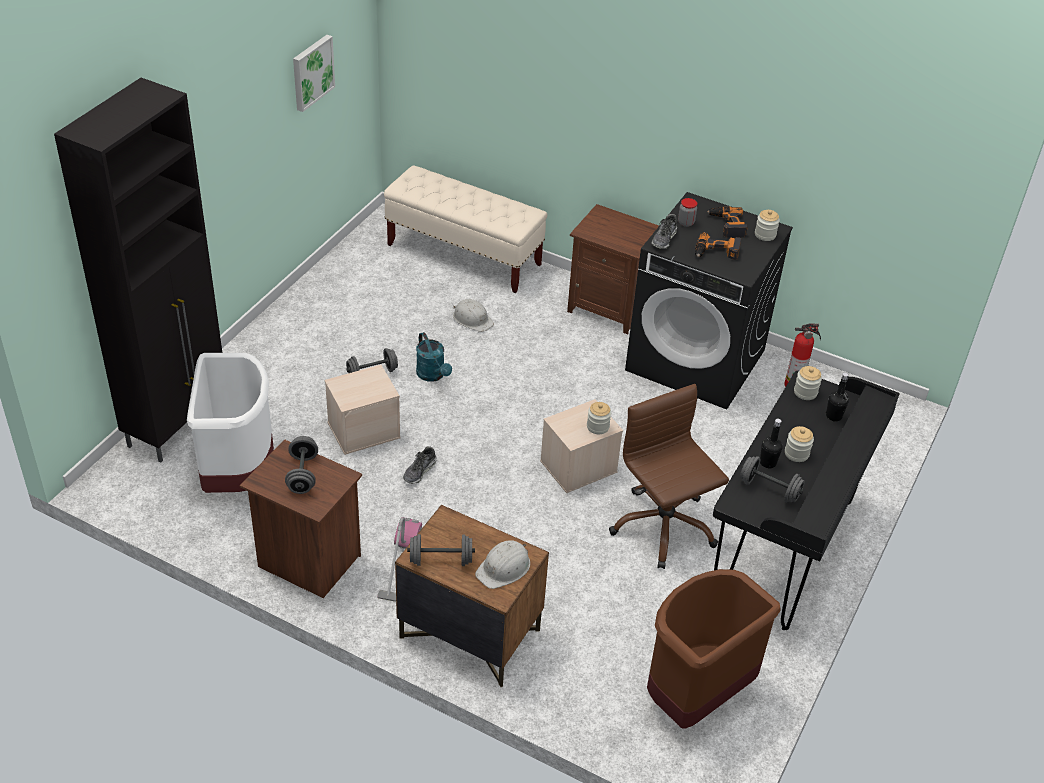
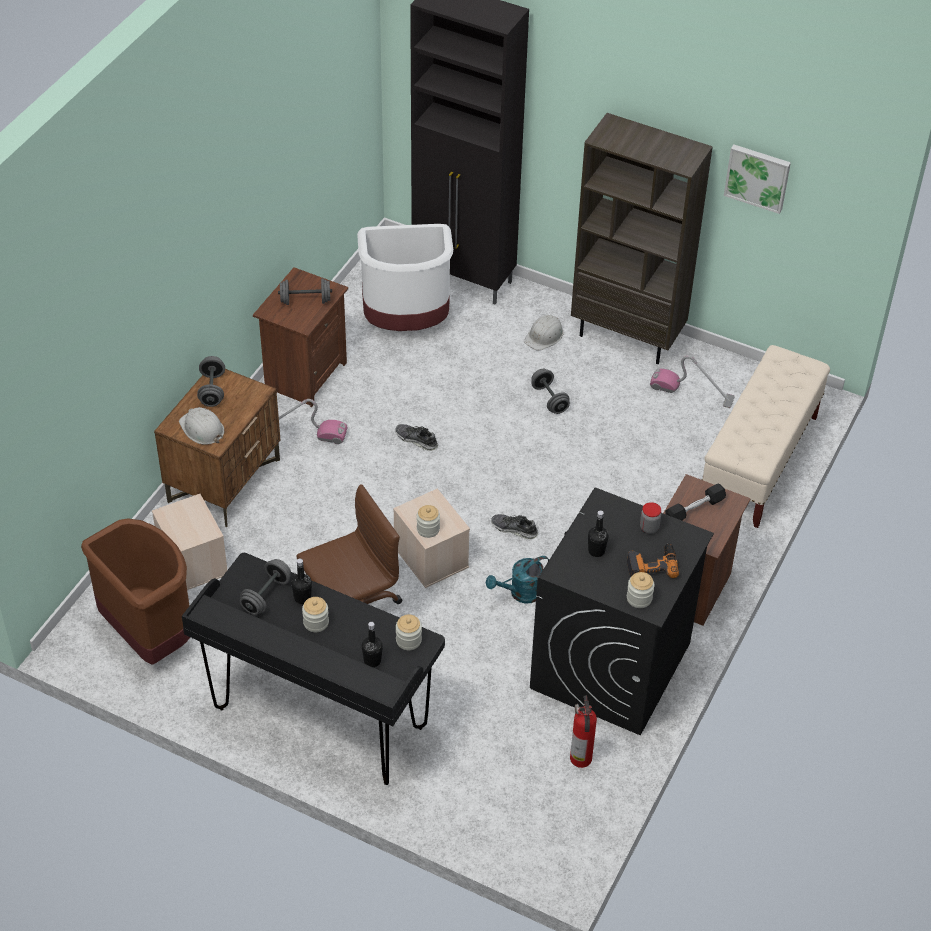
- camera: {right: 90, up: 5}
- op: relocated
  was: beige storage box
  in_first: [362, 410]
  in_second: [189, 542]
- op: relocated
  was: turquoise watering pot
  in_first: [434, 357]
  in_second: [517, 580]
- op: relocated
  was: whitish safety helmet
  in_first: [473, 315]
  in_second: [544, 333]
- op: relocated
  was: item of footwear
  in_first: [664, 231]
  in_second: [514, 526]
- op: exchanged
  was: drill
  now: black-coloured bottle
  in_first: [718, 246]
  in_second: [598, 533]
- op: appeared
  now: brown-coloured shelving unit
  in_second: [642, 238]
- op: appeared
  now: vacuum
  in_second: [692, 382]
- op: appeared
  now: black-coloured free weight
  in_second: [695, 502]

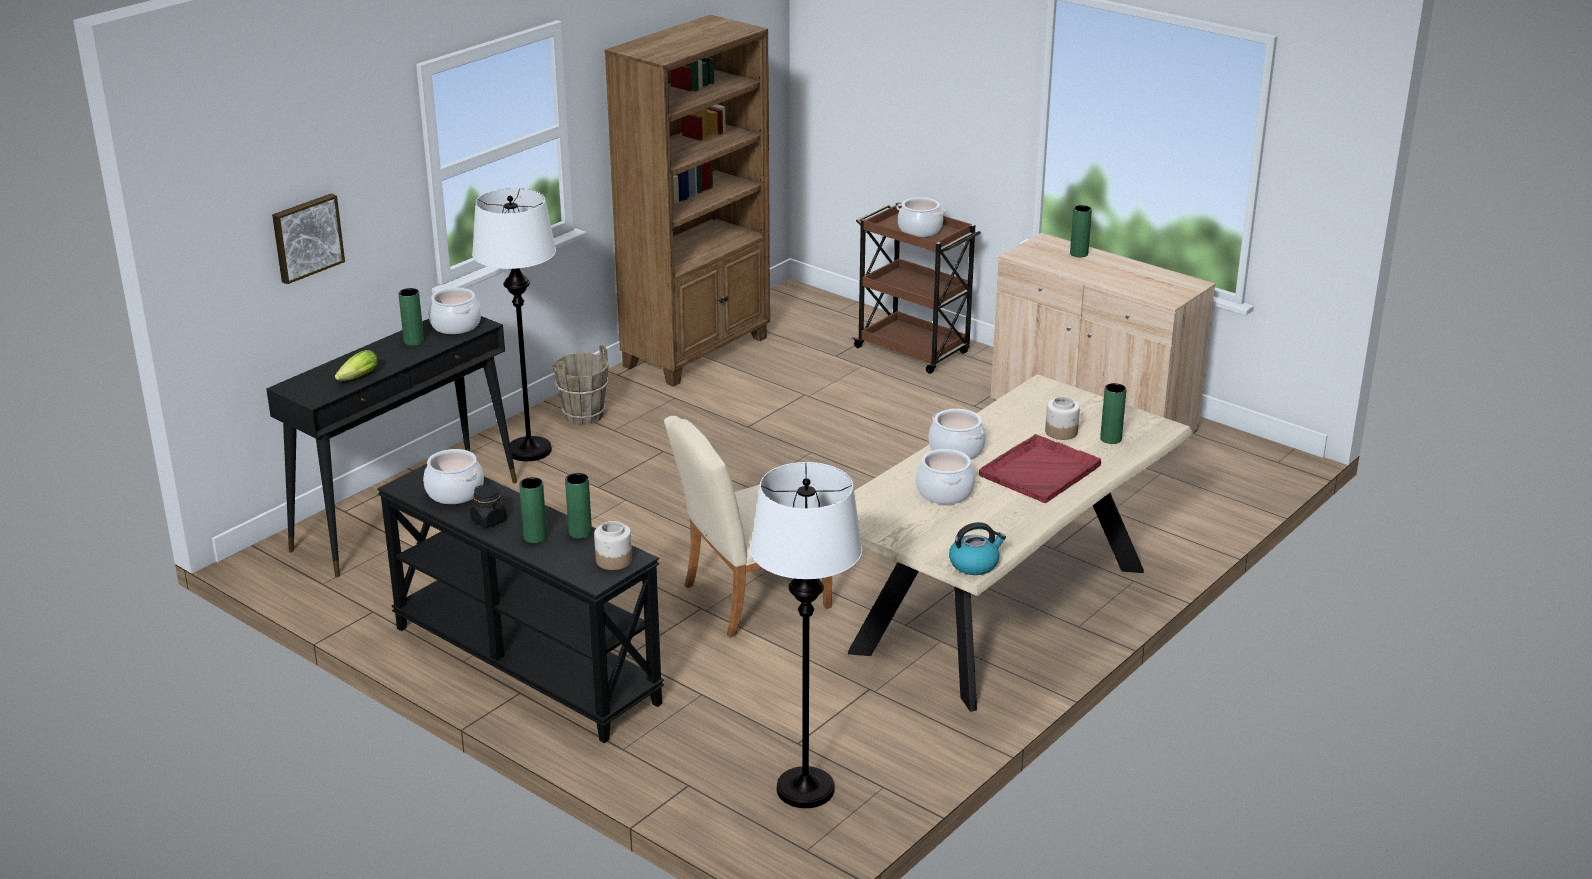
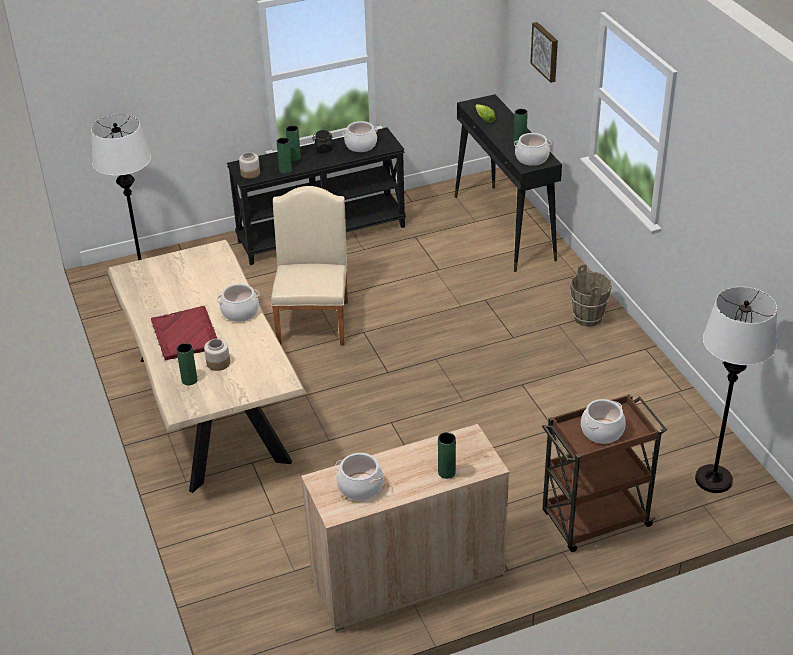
- camera: {right: 120, up: 10}
- op: relocated
  was: whitish floor lamp
  in_first: [514, 324]
  in_second: [736, 390]
- op: missing
  was: brown-coloured shelving unit
  in_first: [687, 201]
- op: relocated
  was: cooking pot
  in_first: [945, 477]
  in_second: [359, 477]
- op: missing
  was: water kettle
  in_first: [977, 548]

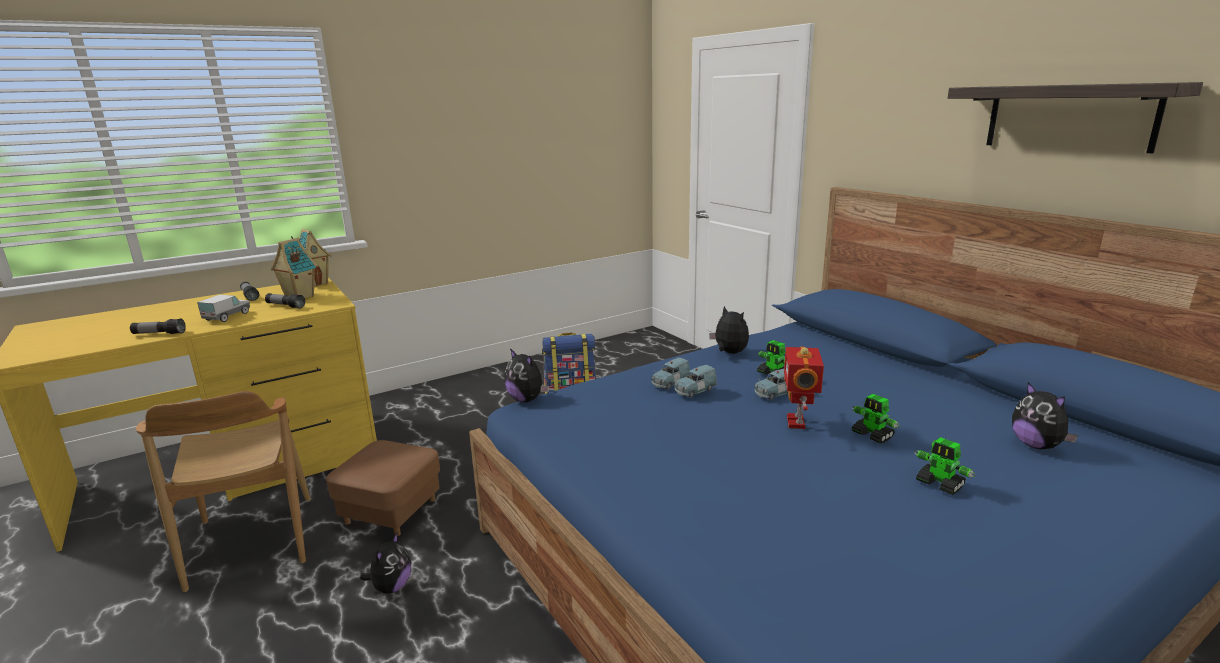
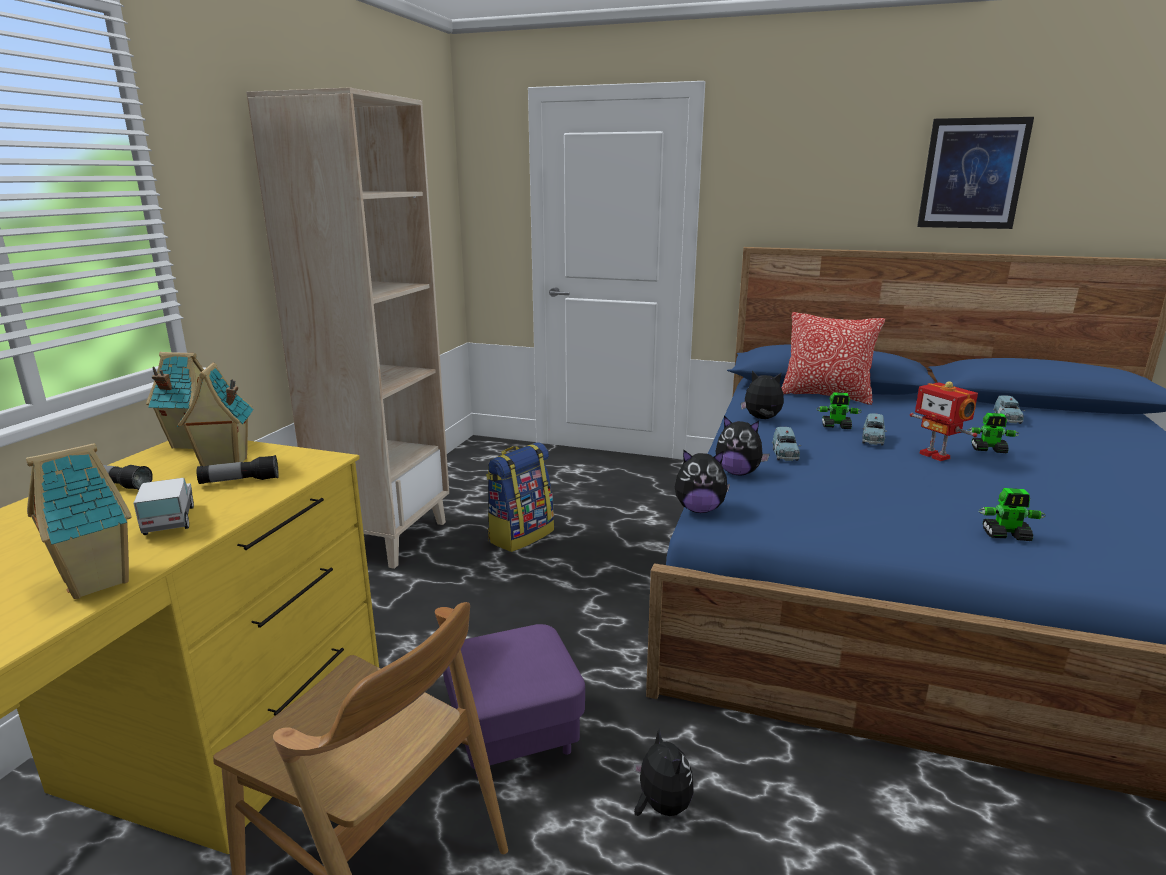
- camera: {right: -40, up: 0}
- op: exchanged
  was: torch
  now: miniature house
  in_first: [158, 326]
  in_second: [79, 521]
- op: colour
  was: brown-coloured pouffe
  now: purplish pouffe
  in_first: [383, 488]
  in_second: [514, 701]
- op: relocated
  was: blue miniature car
  in_first: [696, 381]
  in_second: [1009, 409]
- op: relocated
  was: robot figure
  in_first: [945, 466]
  in_second: [1012, 514]
- op: exchanged
  was: bracket shelf
  now: picture
  in_first: [1075, 117]
  in_second: [975, 173]
- op: relocated
  was: cuddly toy
  in_first: [1045, 415]
  in_second: [743, 445]
- op: appeared
  now: beige shelving unit
  in_second: [347, 328]
- op: appeared
  now: pillow
  in_second: [833, 358]

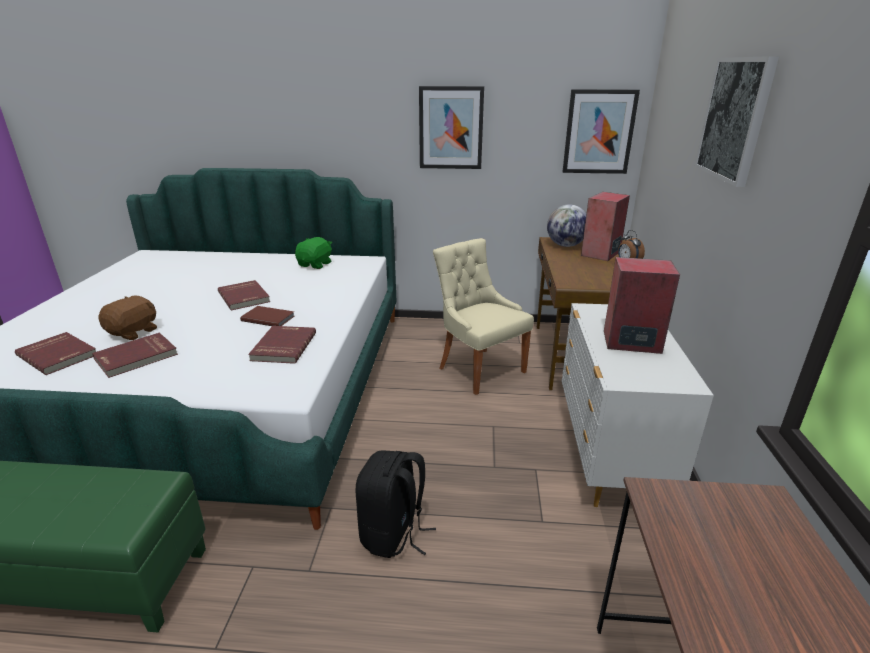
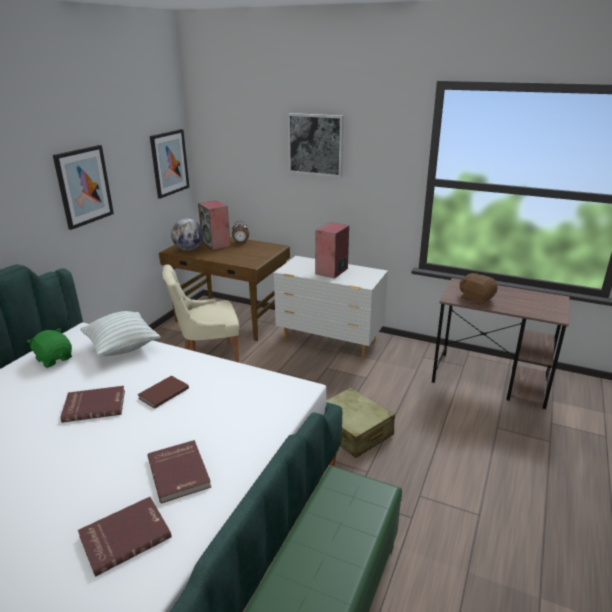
- camera: {right: -70, up: 0}
- op: relocated
  was: brown-coloured cuddly toy
  in_first: [127, 318]
  in_second: [478, 288]
- op: missing
  was: red-coloured bound book
  in_first: [282, 345]
- op: exchanged
  was: black-coloured knapsack
  now: beige travel case
  in_first: [396, 504]
  in_second: [360, 422]
- op: appeared
  now: pillow
  in_second: [120, 333]

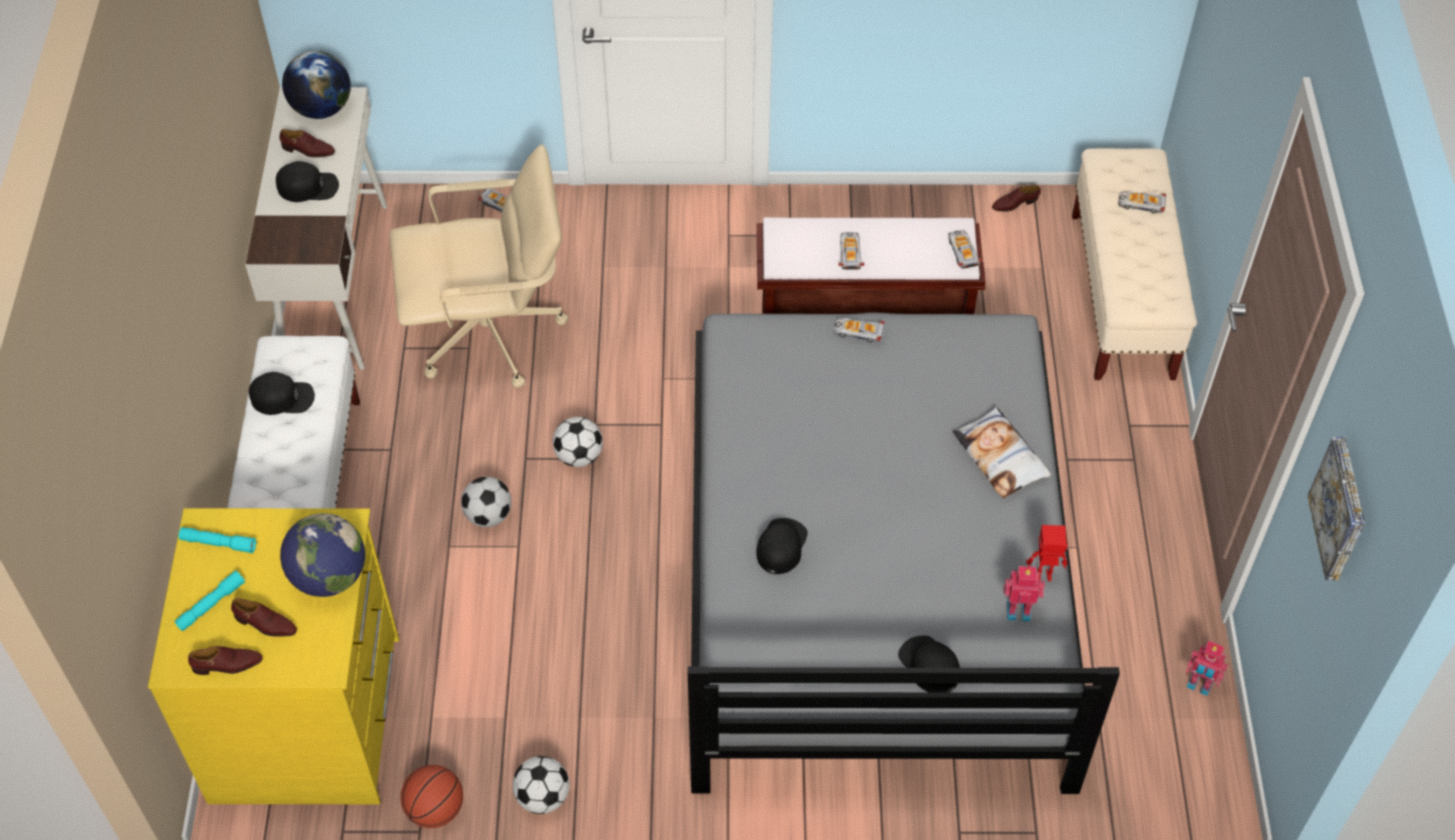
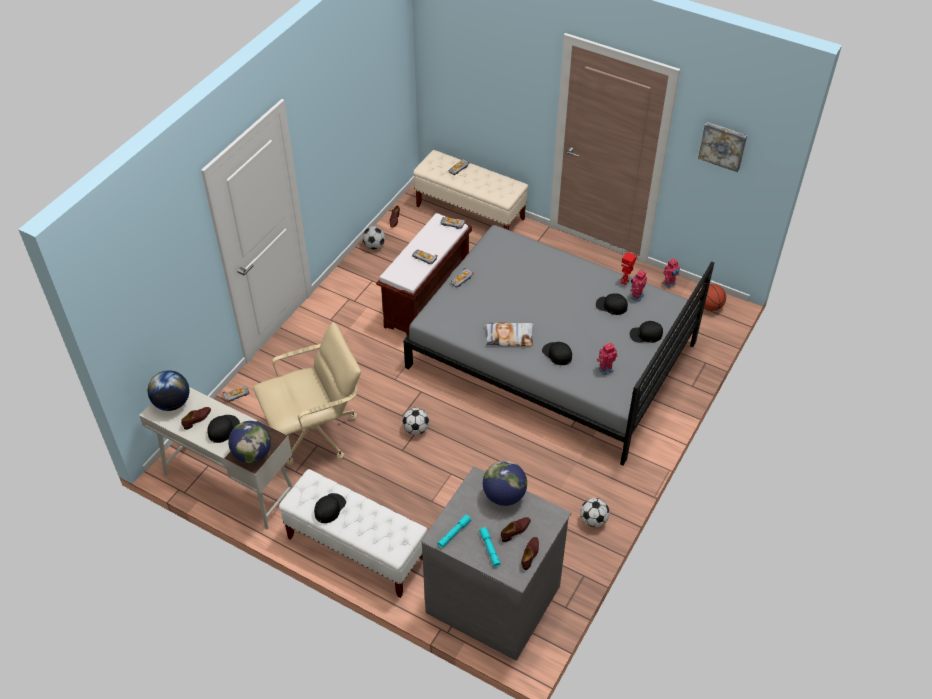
- camera: {right: -60, up: -5}
- op: colour
  was: yellowish chest of drawers
  now: gray chest of drawers
  in_first: [273, 656]
  in_second: [496, 563]
- op: spun
  was: beige office chair
  in_first: [479, 266]
  in_second: [307, 393]
  clockwise: 45
- op: relocated
  was: ball for basketball
  in_first: [431, 796]
  in_second: [712, 297]
- op: relocated
  was: ball for football
  in_first: [486, 502]
  in_second: [373, 237]
- op: relocated
  was: pillow
  in_first: [1002, 452]
  in_second: [510, 334]
- op: appeared
  now: world globe
  in_second: [249, 442]
- op: appeared
  now: black-coloured baseball cap
  in_second: [612, 304]
- op: appeared
  now: robot figure
  in_second: [607, 359]

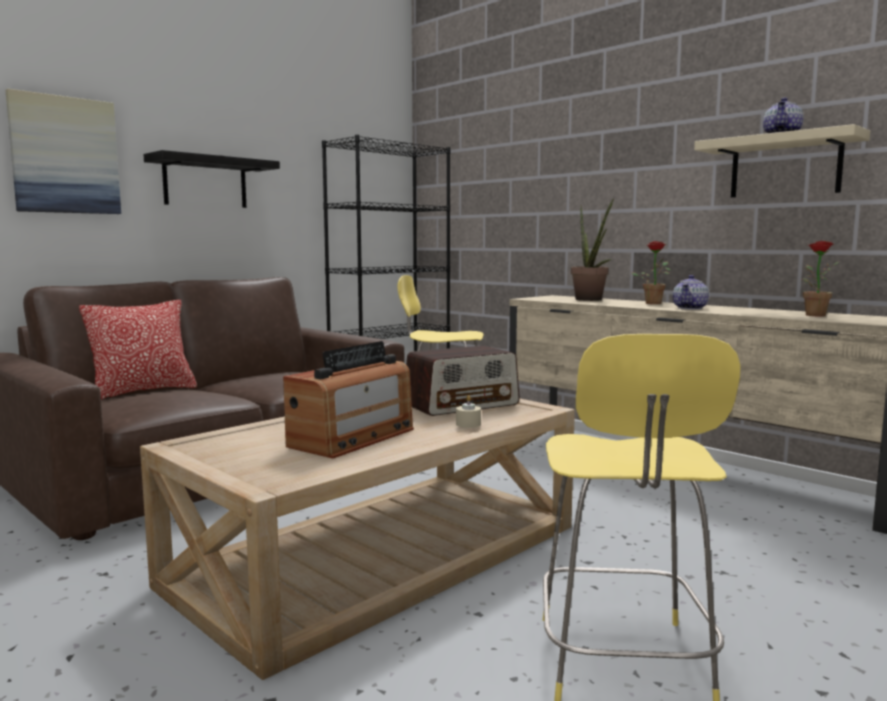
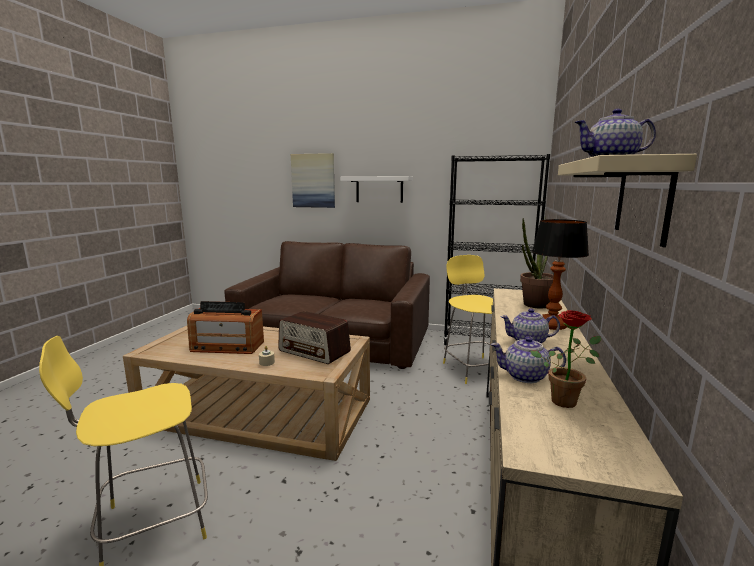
- camera: {right: 60, up: 5}
- op: missing
  was: pillow
  in_first: [138, 350]
- op: colour
  was: black-coloured bracket shelf
  now: whitish bracket shelf
  in_first: [211, 179]
  in_second: [376, 189]
- op: exchanged
  was: plant in a pot
  now: table lamp
  in_first: [651, 272]
  in_second: [560, 274]
- op: appeared
  now: tea pot
  in_second: [528, 359]

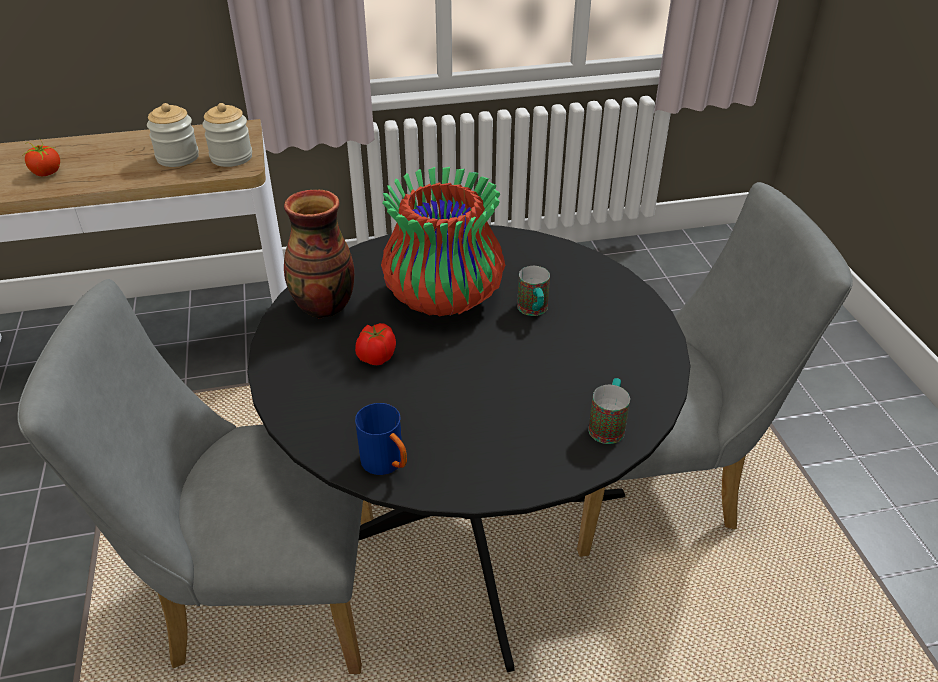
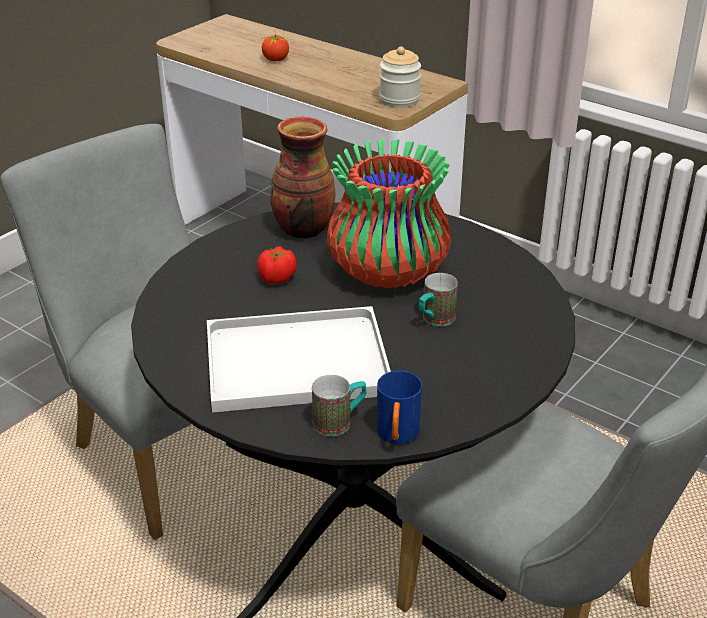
- camera: {right: 50, up: -5}
- op: missing
  was: preserve jar
  in_first: [173, 135]
- op: relocated
  was: blue mug
  in_first: [381, 439]
  in_second: [399, 407]
- op: appeared
  now: whitish serving tray
  in_second: [299, 359]

